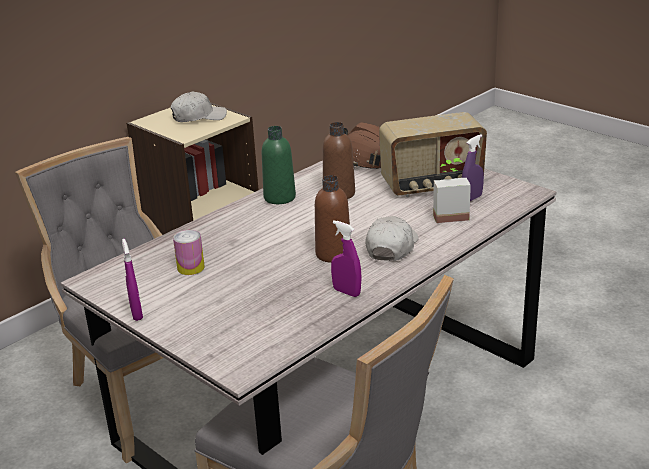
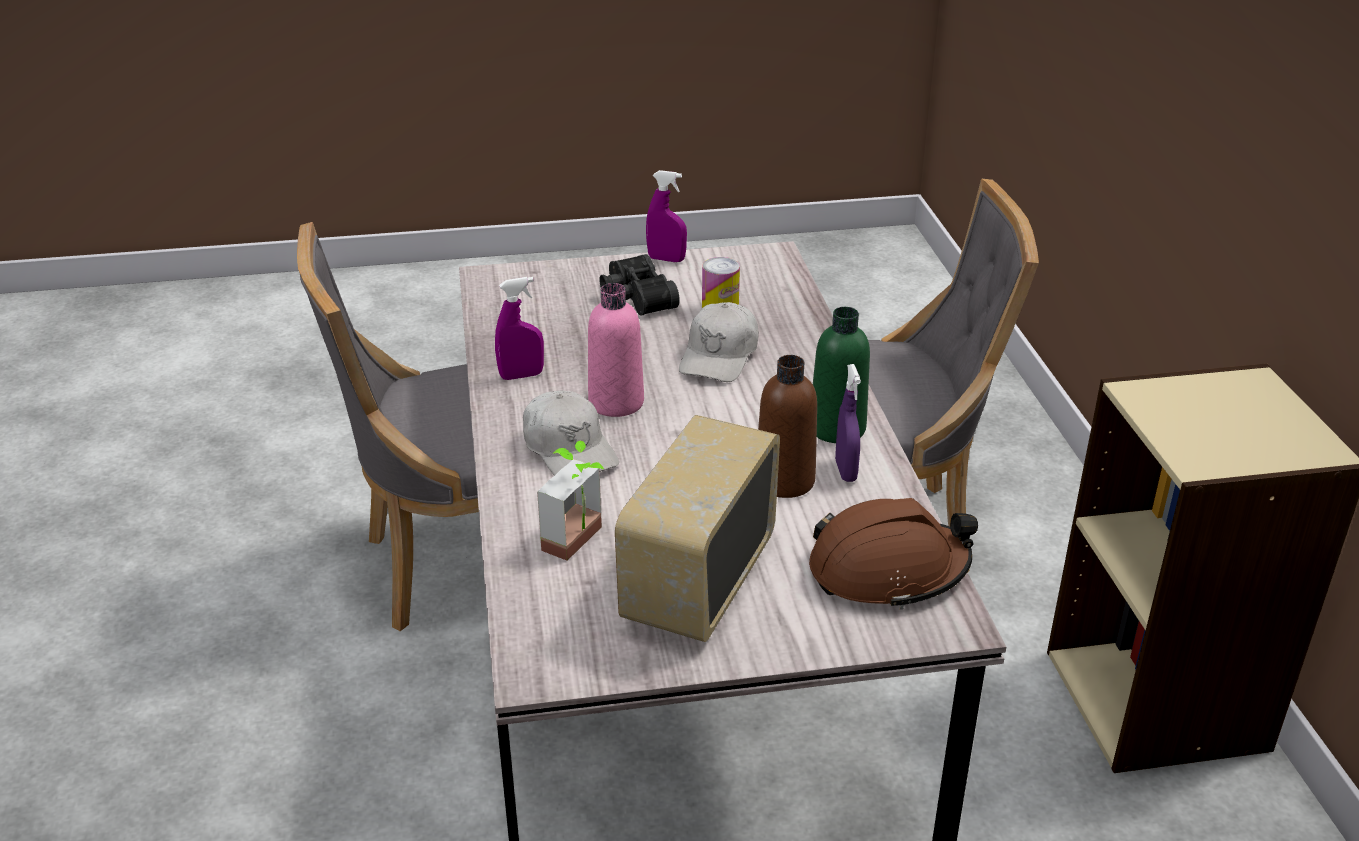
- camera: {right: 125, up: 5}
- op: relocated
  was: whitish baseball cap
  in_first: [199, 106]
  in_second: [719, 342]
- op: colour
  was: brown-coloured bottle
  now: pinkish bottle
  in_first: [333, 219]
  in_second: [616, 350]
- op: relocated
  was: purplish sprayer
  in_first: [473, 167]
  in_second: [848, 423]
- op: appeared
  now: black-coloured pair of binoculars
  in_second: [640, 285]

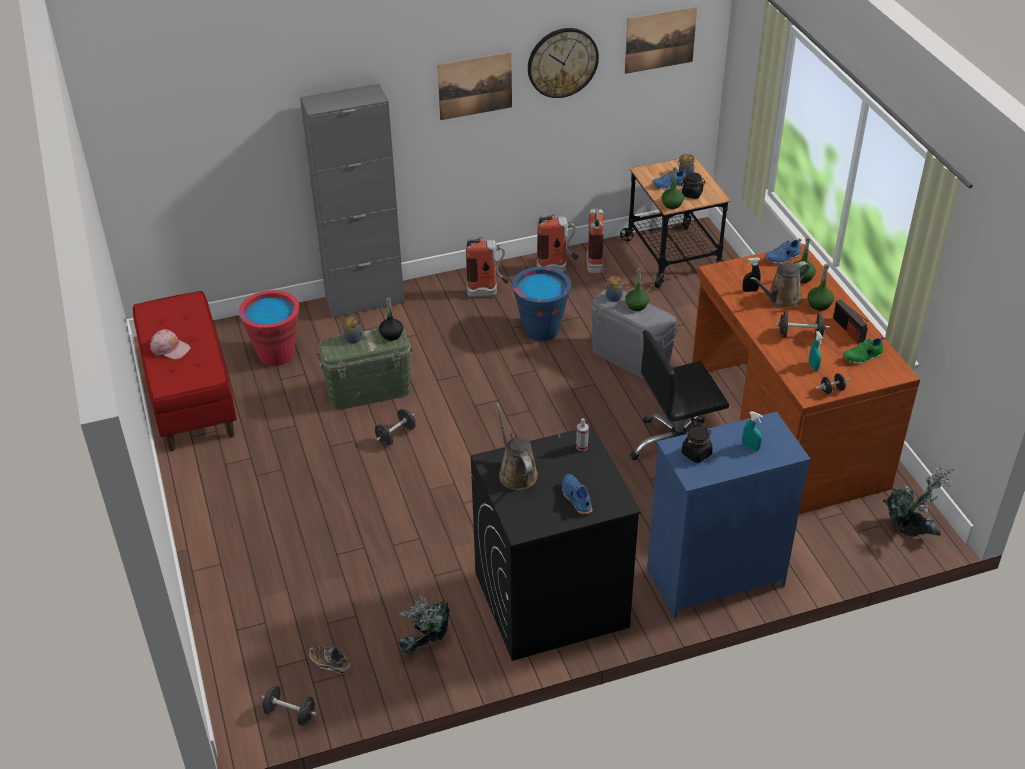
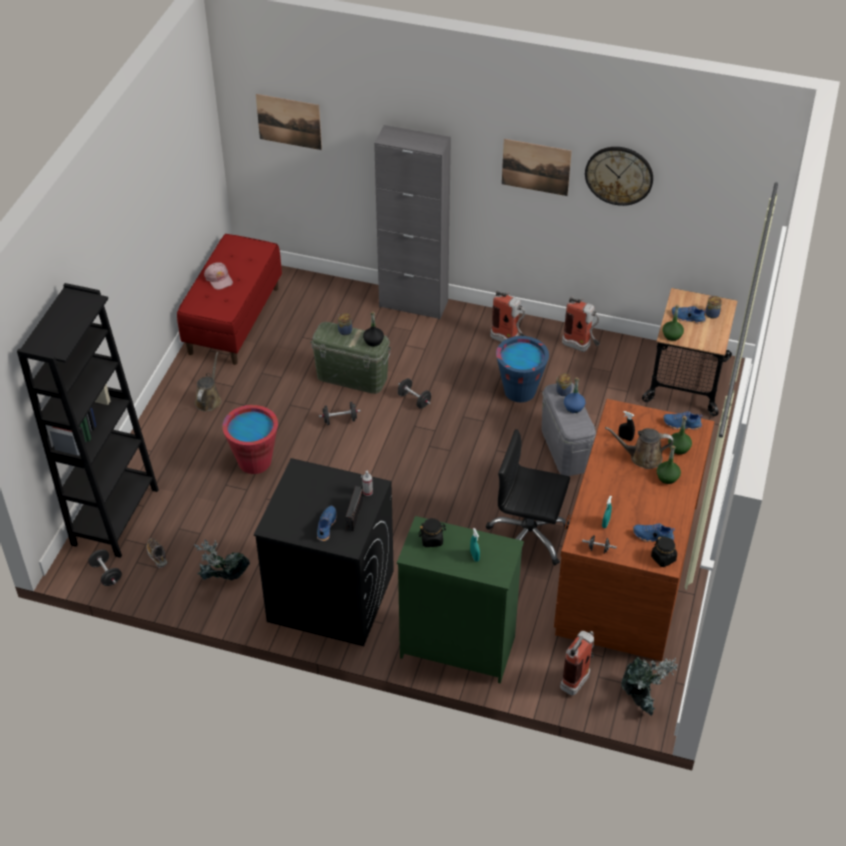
- camera: {right: 35, up: 5}
- op: relocated
  was: red-coloured bucket
  in_first: [269, 328]
  in_second: [250, 439]
- op: relocated
  was: brown-coloured watering pot
  in_first: [517, 446]
  in_second: [208, 382]
- op: relocated
  was: fire-fighting cylinder
  in_first: [595, 241]
  in_second: [577, 663]
- op: relocated
  was: picture
  in_first: [661, 40]
  in_second: [289, 122]
- op: colour
  was: greenish bottle
  now: blue bottle
  in_first: [637, 290]
  in_second: [574, 395]
- op: colour
  was: blue chest of drawers
  now: greenish chest of drawers
  in_first: [729, 515]
  in_second: [460, 599]
- op: relocated
  was: black-coloured preserve jar
  in_first: [693, 185]
  in_second: [664, 551]
- op: relocated
  was: black-coloured free weight
  in_first: [802, 324]
  in_second: [414, 393]
- op: relocated
  was: radio set
  in_first: [850, 321]
  in_second: [354, 508]
- op: colour
  was: greenish item of footwear
  now: blue item of footwear
  in_first: [864, 350]
  in_second: [654, 532]
- op: appeared
  now: black-coloured shelving unit
  in_second: [88, 420]

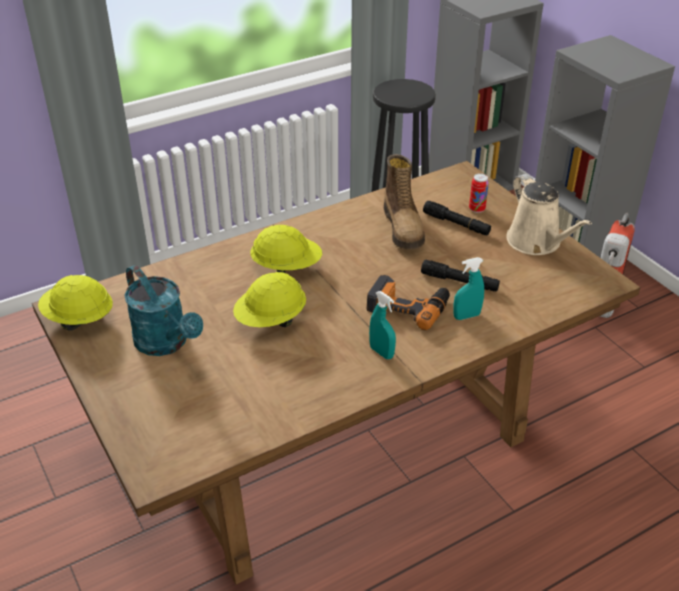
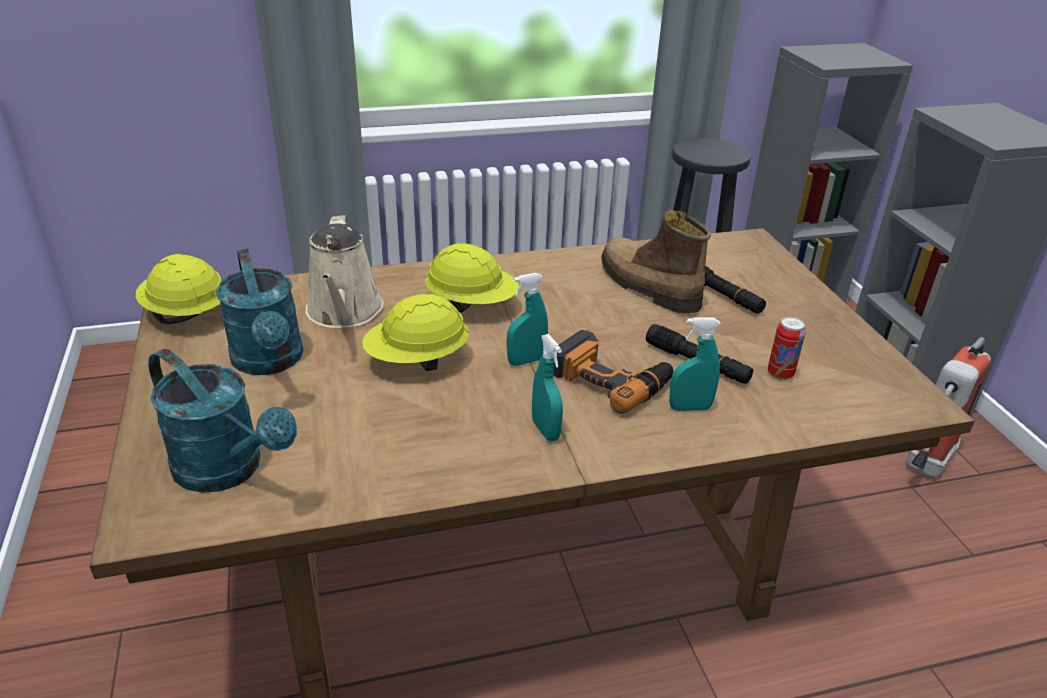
- camera: {right: 15, up: -5}
- op: spun
  was: tall boot
  in_first: [404, 202]
  in_second: [656, 262]
  clockwise: 135
- op: relocated
  was: sealed can
  in_first: [479, 193]
  in_second: [787, 348]
- op: relocated
  was: beige watering pot
  in_first: [549, 214]
  in_second: [344, 272]
- op: appeared
  now: turquoise watering pot
  in_second: [222, 421]
- op: appeared
  now: turquoise sprayer
  in_second: [527, 319]

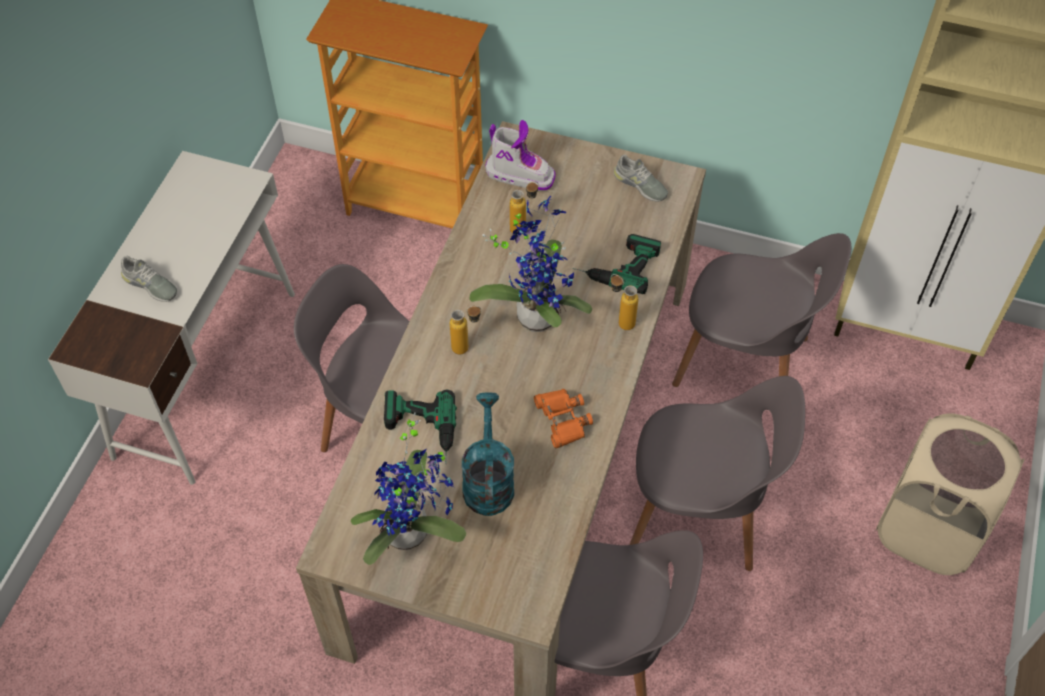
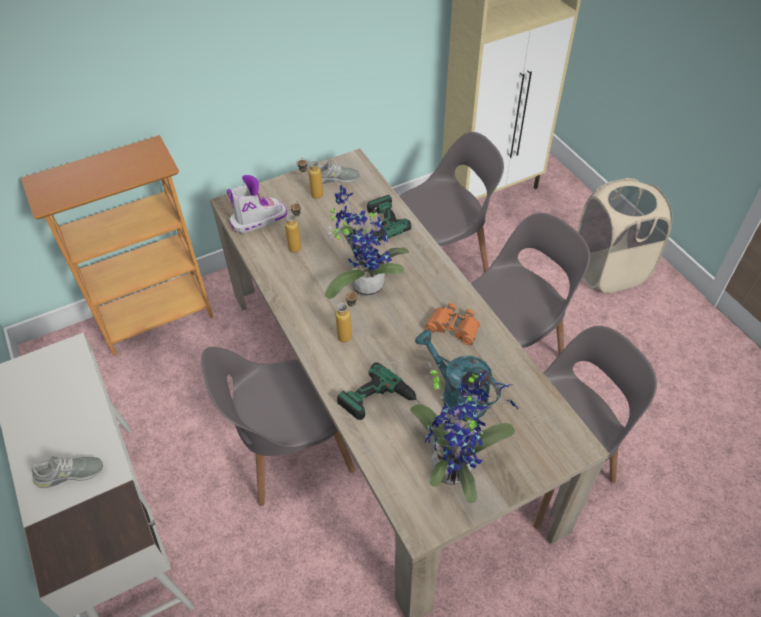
- camera: {right: -45, up: -5}
- op: relocated
  was: bottle
  in_first: [624, 302]
  in_second: [310, 178]

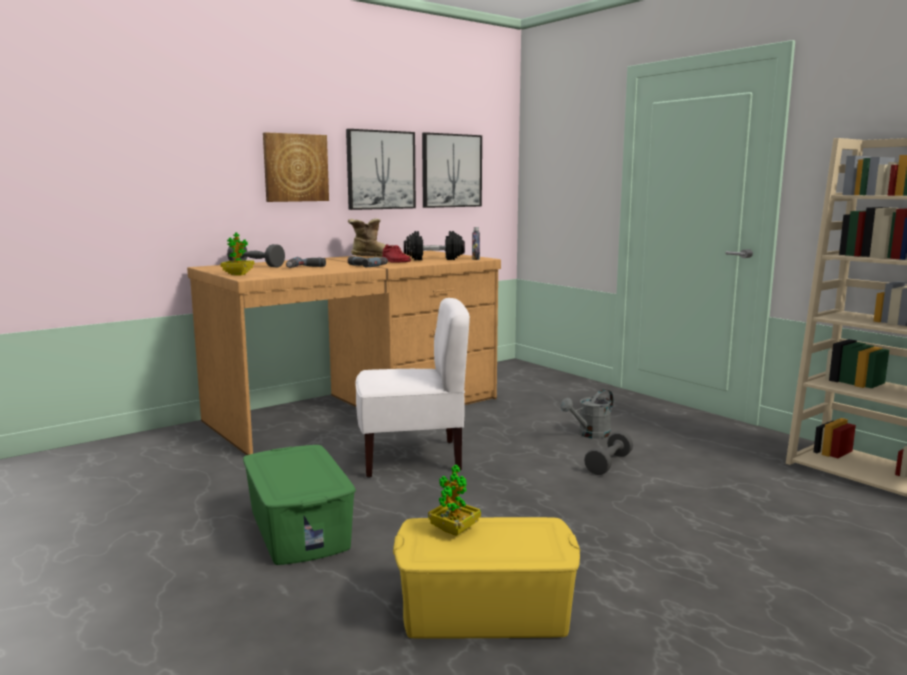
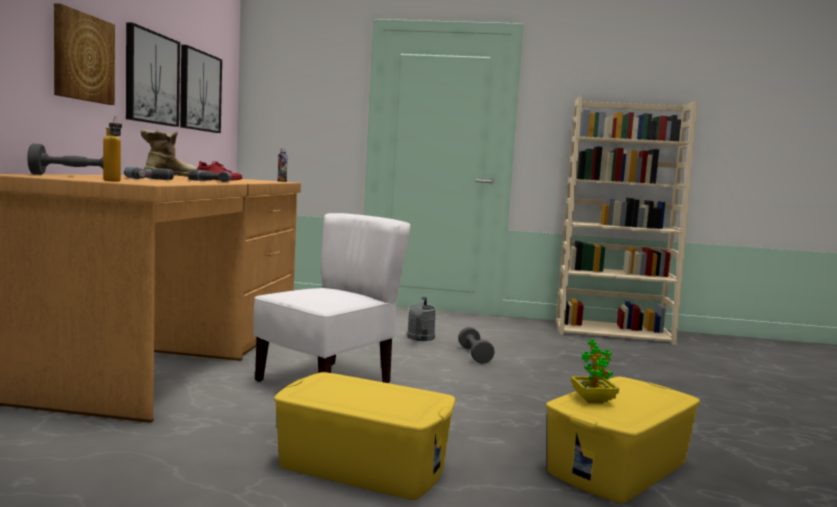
- camera: {right: -45, up: -5}
- op: exchanged
  was: plant in a pot
  now: bottle
  in_first: [237, 253]
  in_second: [112, 148]
- op: colour
  was: greenish storage box
  now: yellowish storage box
  in_first: [299, 505]
  in_second: [364, 436]
- op: missing
  was: black-coloured free weight
  in_first: [434, 245]

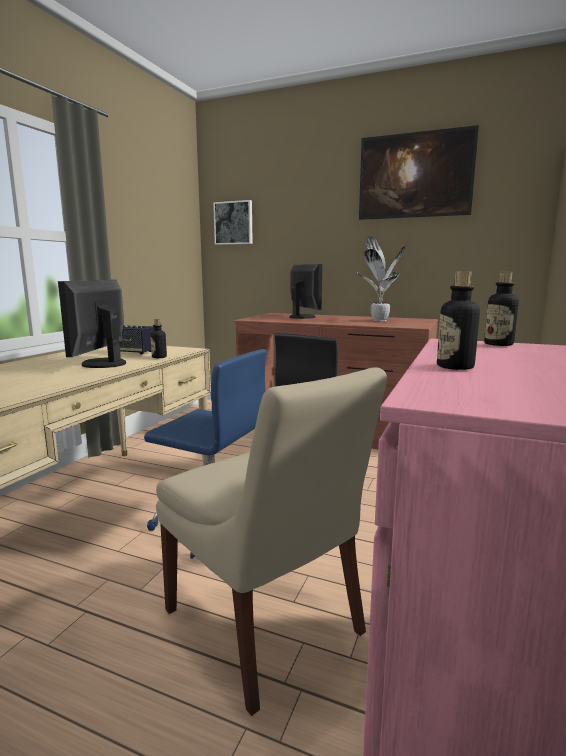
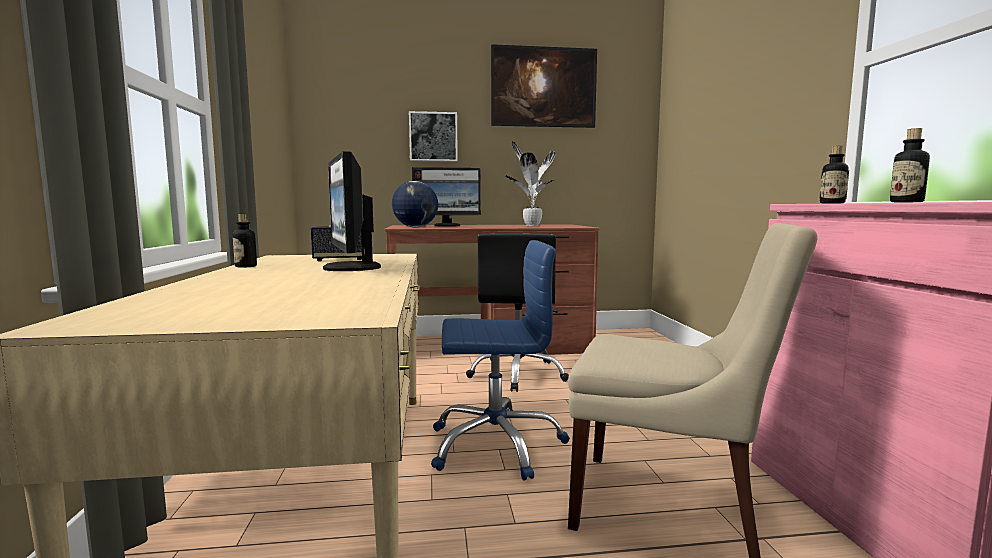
- camera: {right: -30, up: -5}
- op: relocated
  was: bottle
  in_first: [158, 338]
  in_second: [245, 241]
- op: relocated
  was: picture
  in_first: [233, 222]
  in_second: [433, 136]
- op: spun
  was: computer display
  in_first: [305, 291]
  in_second: [446, 197]
  clockwise: 135
- op: appeared
  now: world globe
  in_second: [415, 204]

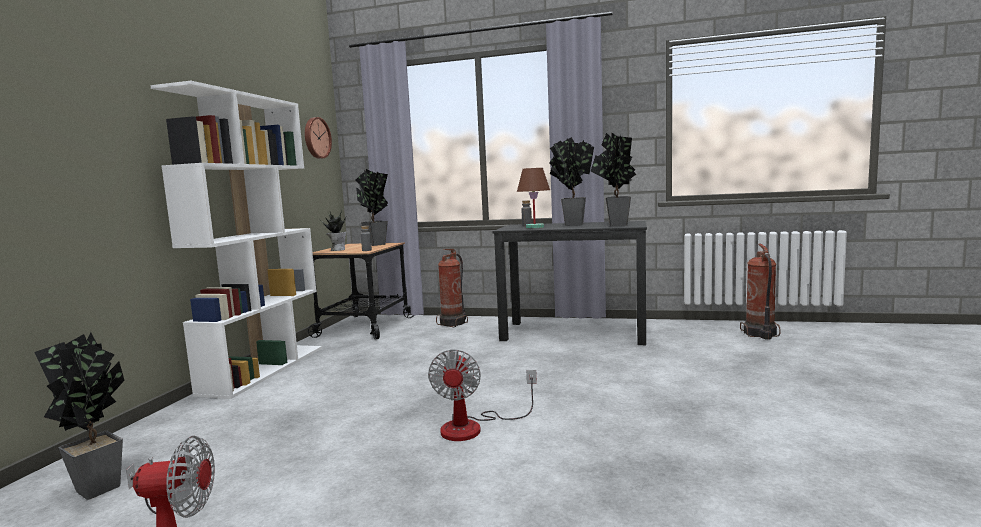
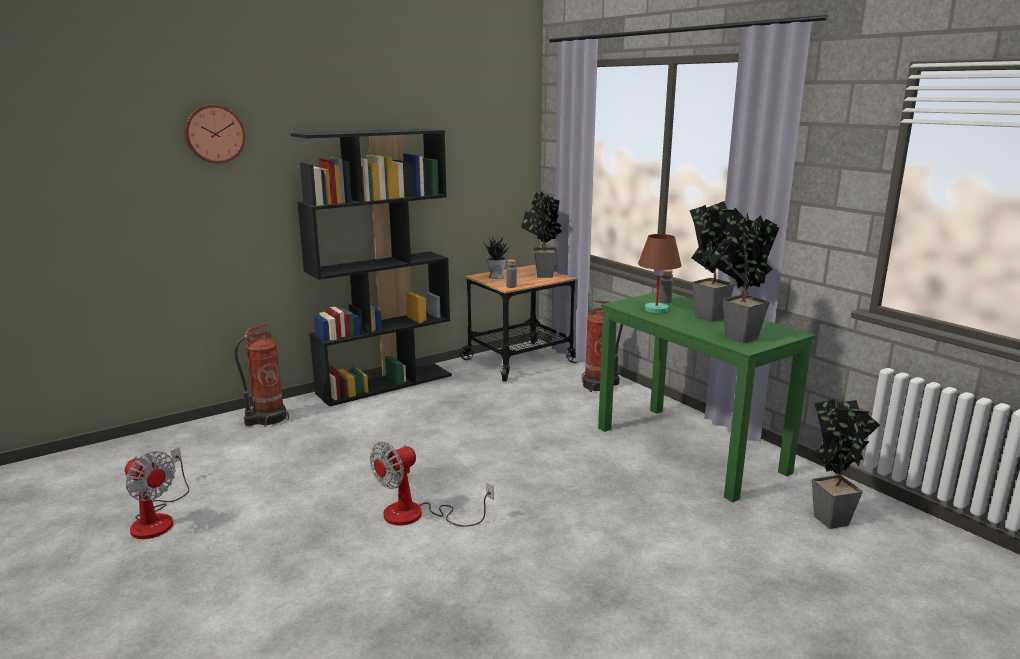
- camera: {right: 40, up: 10}
- op: relocated
  was: plant in a pot
  in_first: [79, 416]
  in_second: [846, 464]
- op: colour
  was: whitish shelving unit
  now: black-coloured shelving unit
  in_first: [236, 240]
  in_second: [371, 268]
- op: relocated
  was: clock on the wall
  in_first: [318, 138]
  in_second: [215, 134]
- op: colour
  was: black-coloured desk unit
  now: greenish desk unit
  in_first: [570, 283]
  in_second: [706, 397]
- op: relocated
  was: fire-fighting cylinder
  in_first: [760, 292]
  in_second: [261, 375]

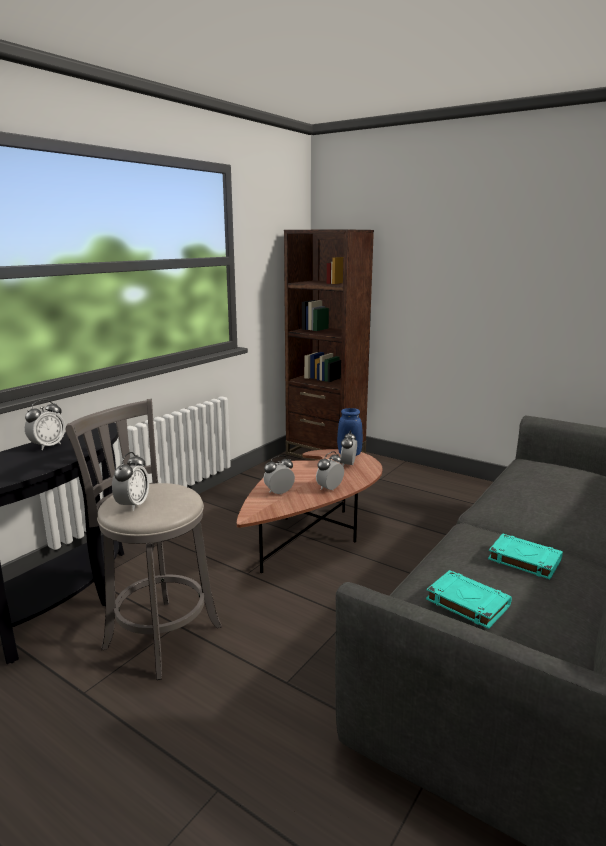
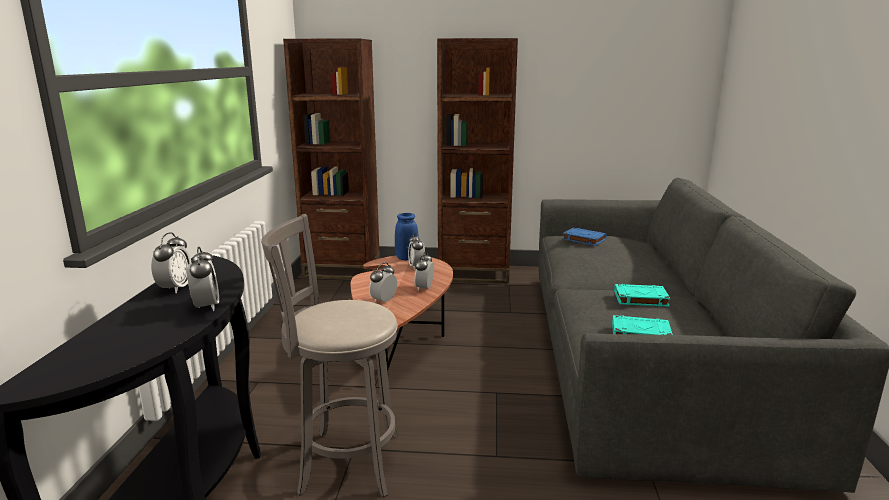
- camera: {right: -30, up: 0}
- op: relocated
  was: bedside clock
  in_first: [130, 481]
  in_second: [203, 279]
- op: appeared
  now: brown-coloured shelving unit
  in_second: [477, 160]
- op: appeared
  now: blue bound book
  in_second: [584, 237]

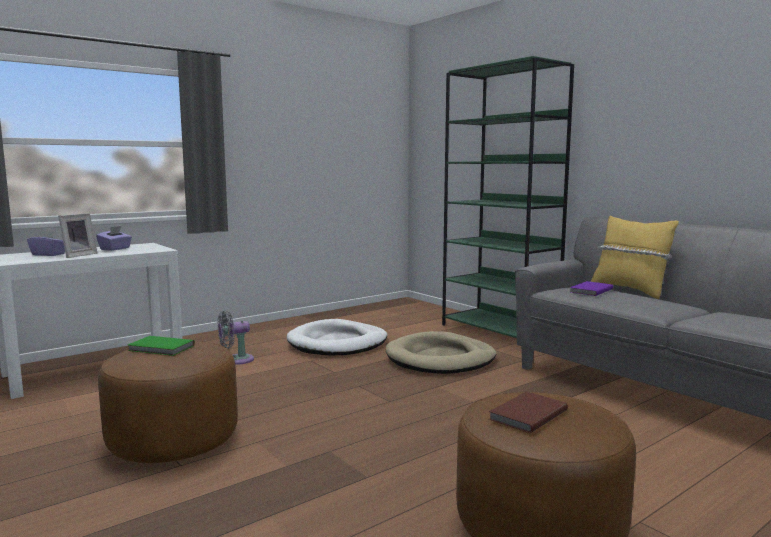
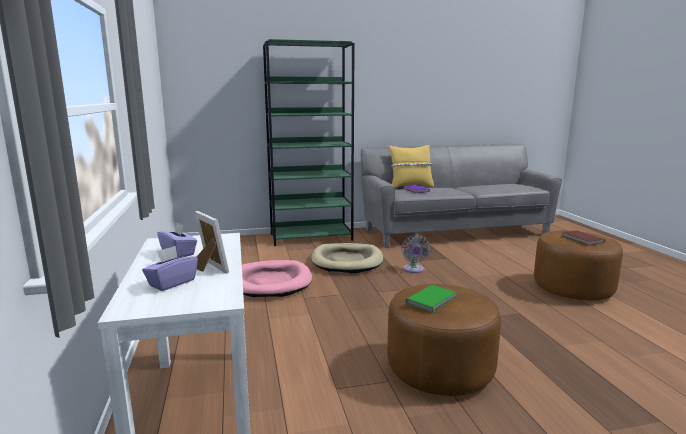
- camera: {right: -65, up: 5}
- op: relocated
  was: gray electric fan
  in_first: [236, 338]
  in_second: [416, 254]
- op: colour
  was: whitish dog bed
  now: pinkish dog bed
  in_first: [337, 337]
  in_second: [277, 278]

